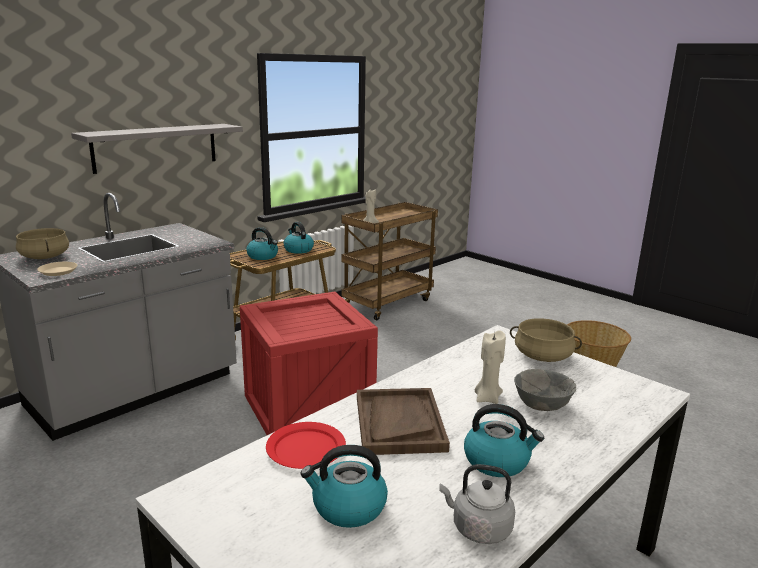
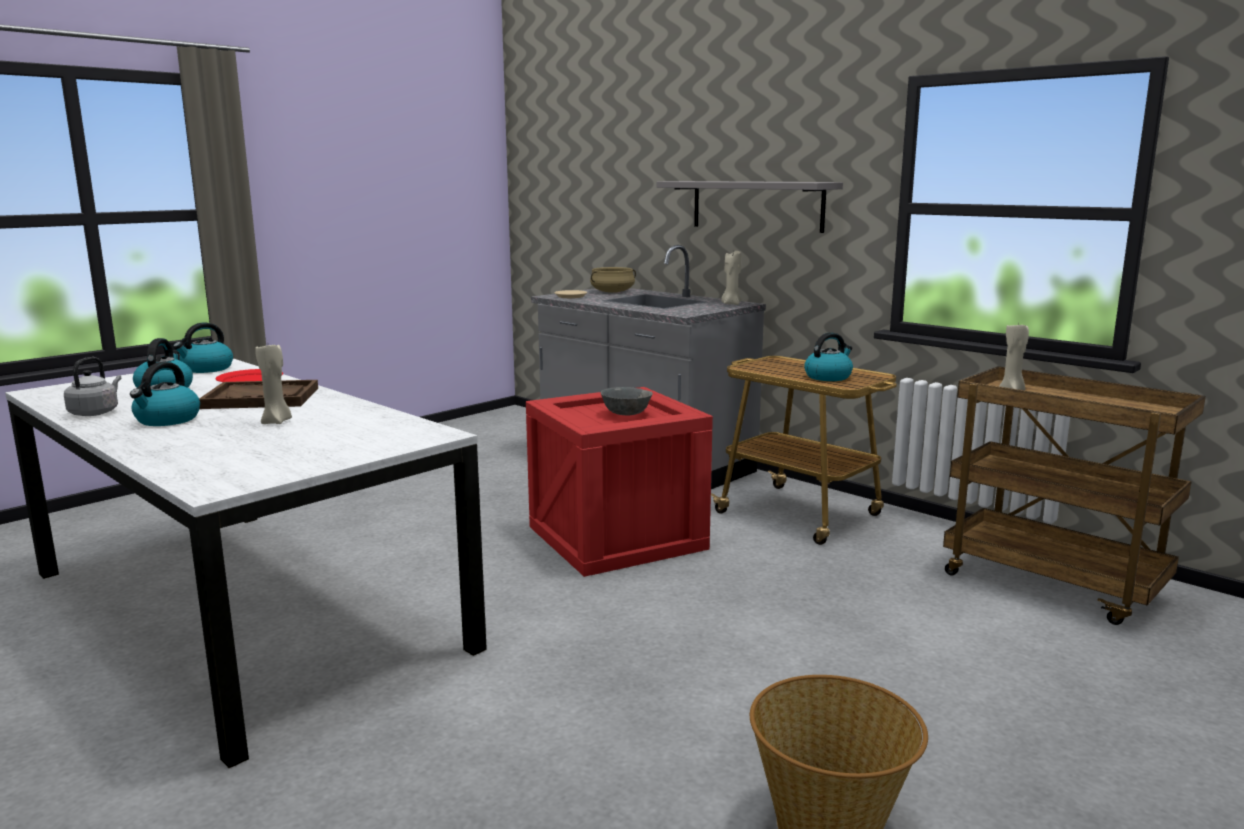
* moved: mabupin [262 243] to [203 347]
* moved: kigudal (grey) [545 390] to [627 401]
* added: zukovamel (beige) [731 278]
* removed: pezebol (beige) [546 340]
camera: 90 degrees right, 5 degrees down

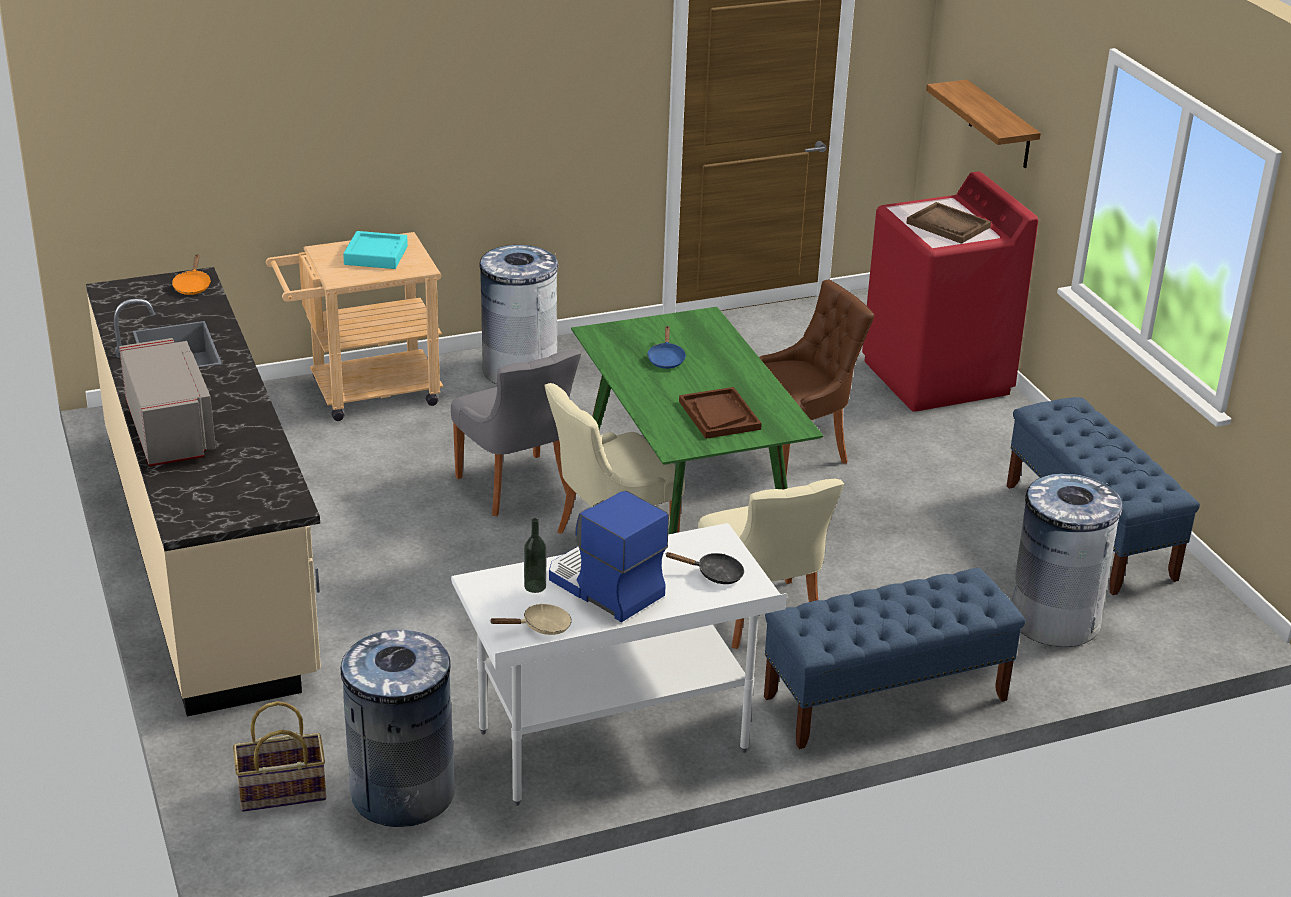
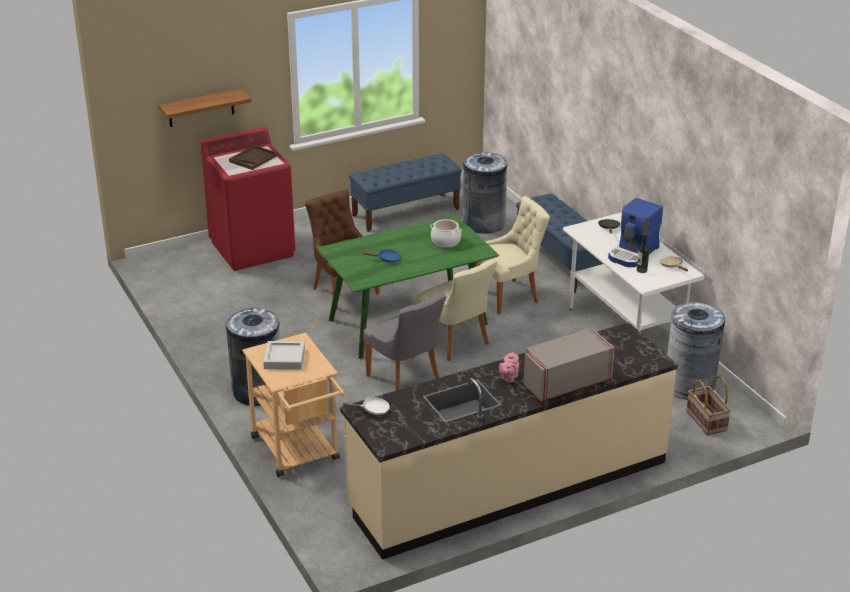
* recoloured: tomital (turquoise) [375 250] to tomital (grey) [284 355]
* recoloured: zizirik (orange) [191 274] to zizirik (white) [366 406]
* turned: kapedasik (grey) [516 433] = [404 342] 90 degrees clockwise
* replaced: tomital (brown) [720 413] to pezebol [446 233]
* added: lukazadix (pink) [509 367]
camera: 95 degrees left, 0 degrees up

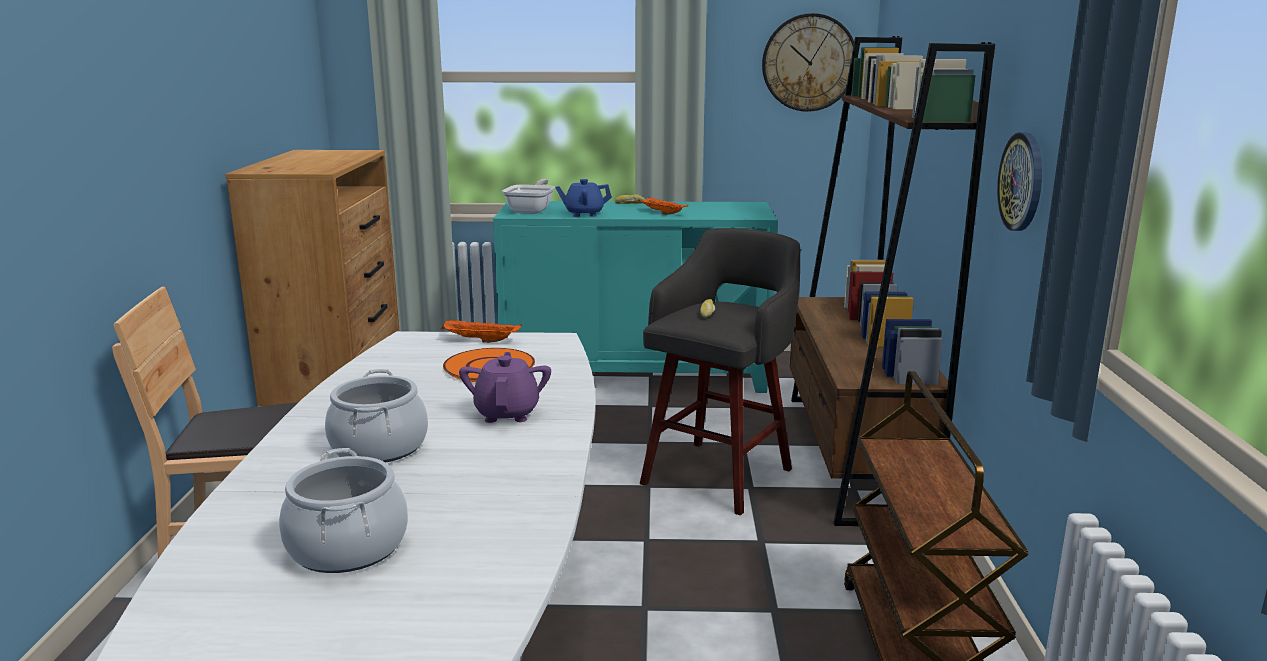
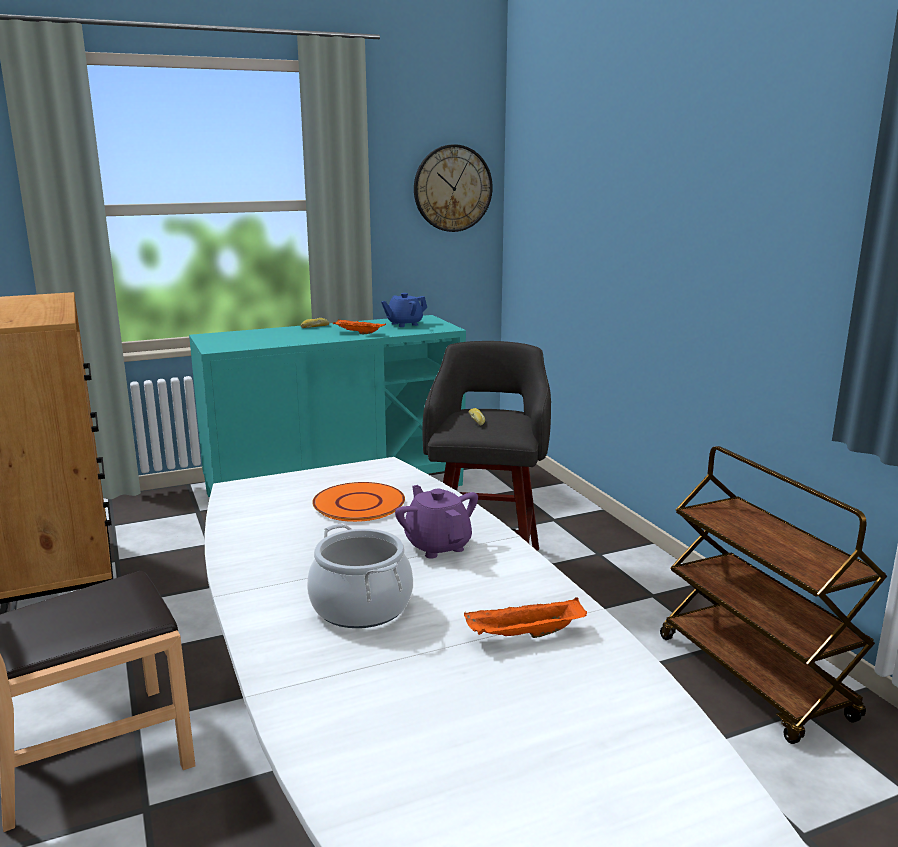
* moved: lukazadix (blue) [583 198] to [404 310]
* moved: tomital (orange) [481 331] to [525 617]
* removed: pezebol [343 510]
* removed: zizirik [528 196]
* removed: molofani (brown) [892 281]
* removed: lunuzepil [1019 181]
camera: 25 degrees left, 0 degrees up

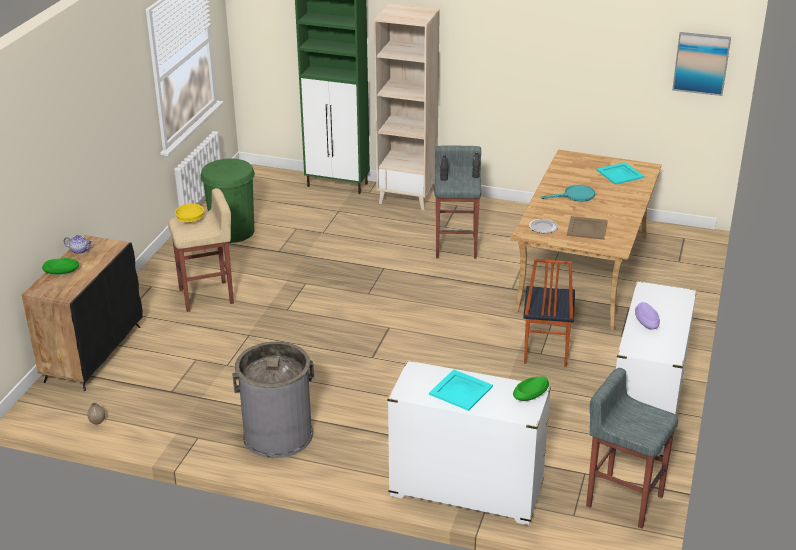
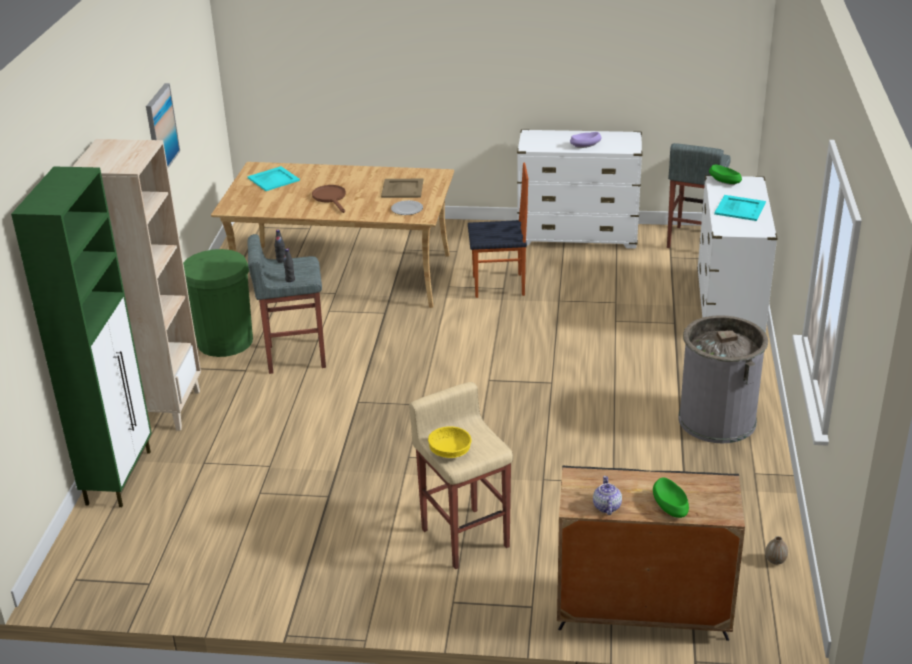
* moved: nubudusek [701 64] to [163 125]
* moved: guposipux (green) [227 200] to [218 303]
* recoloured: zizirik (turquoise) [568 193] to zizirik (brown) [329 199]
camera: 100 degrees left, 0 degrees up

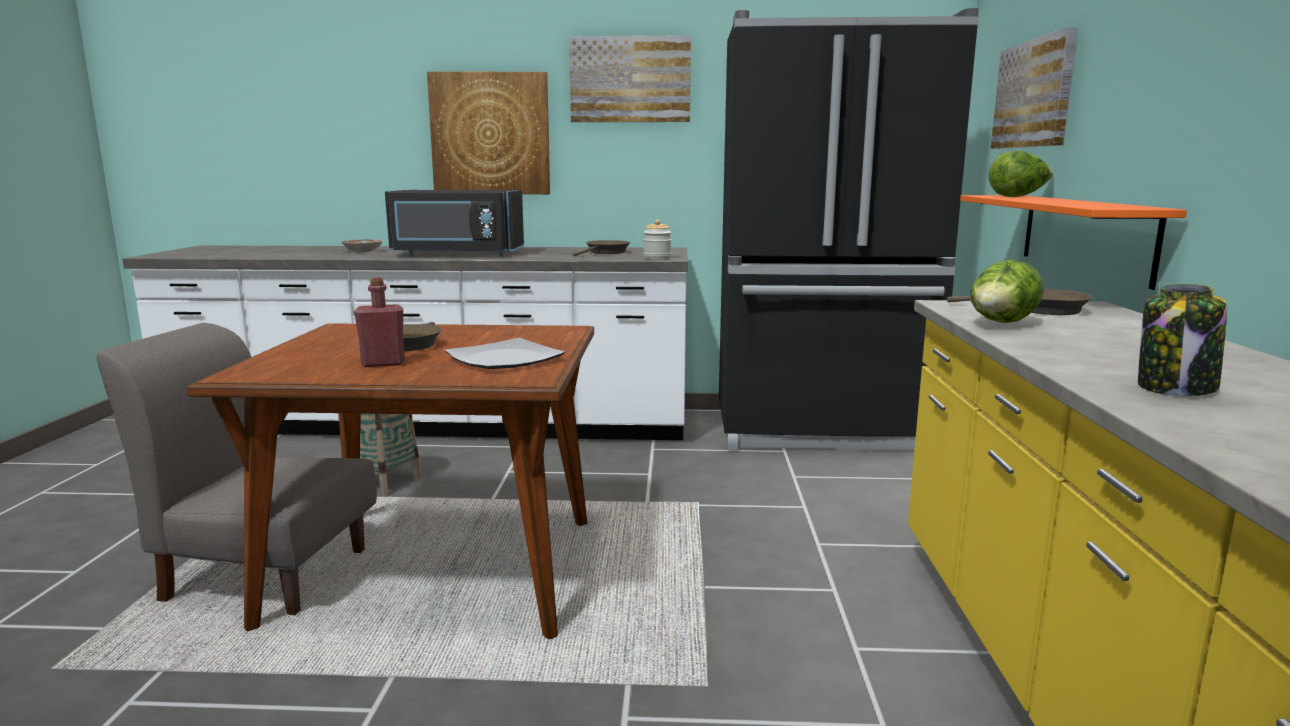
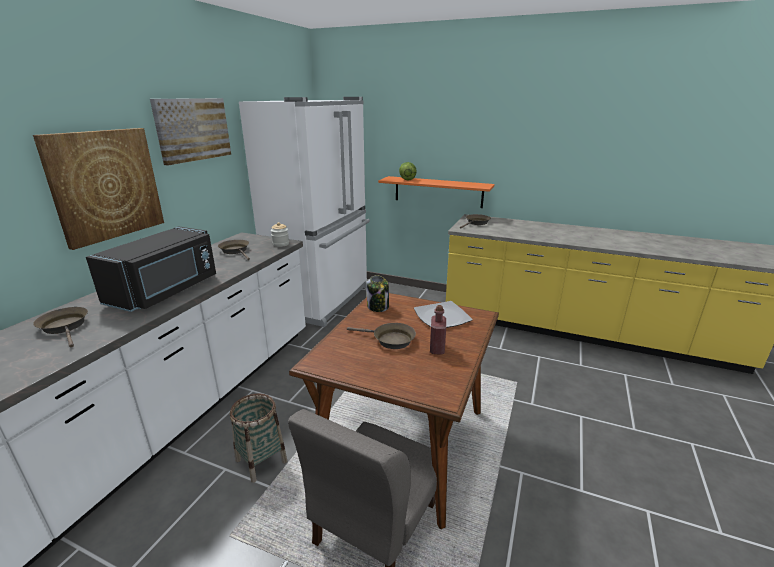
* replaced: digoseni [362 245] to zizirik (brown) [60 327]
* recoloured: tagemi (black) [849 229] to tagemi (white) [304 212]
* moved: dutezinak [1182 340] to [377 293]
* removed: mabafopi [1007 291]
* removed: nubudusek [1034 88]
camera: 70 degrees left, 10 degrees up

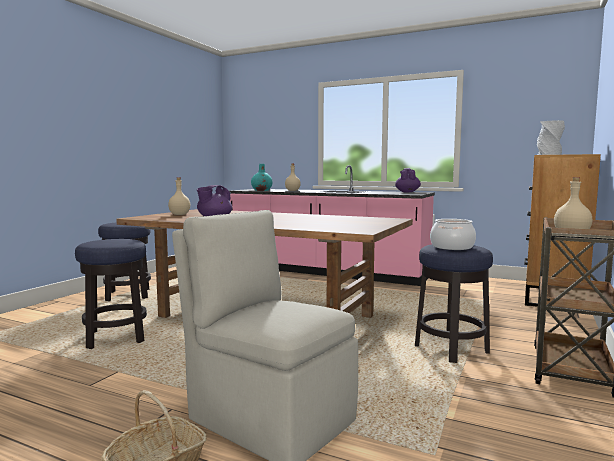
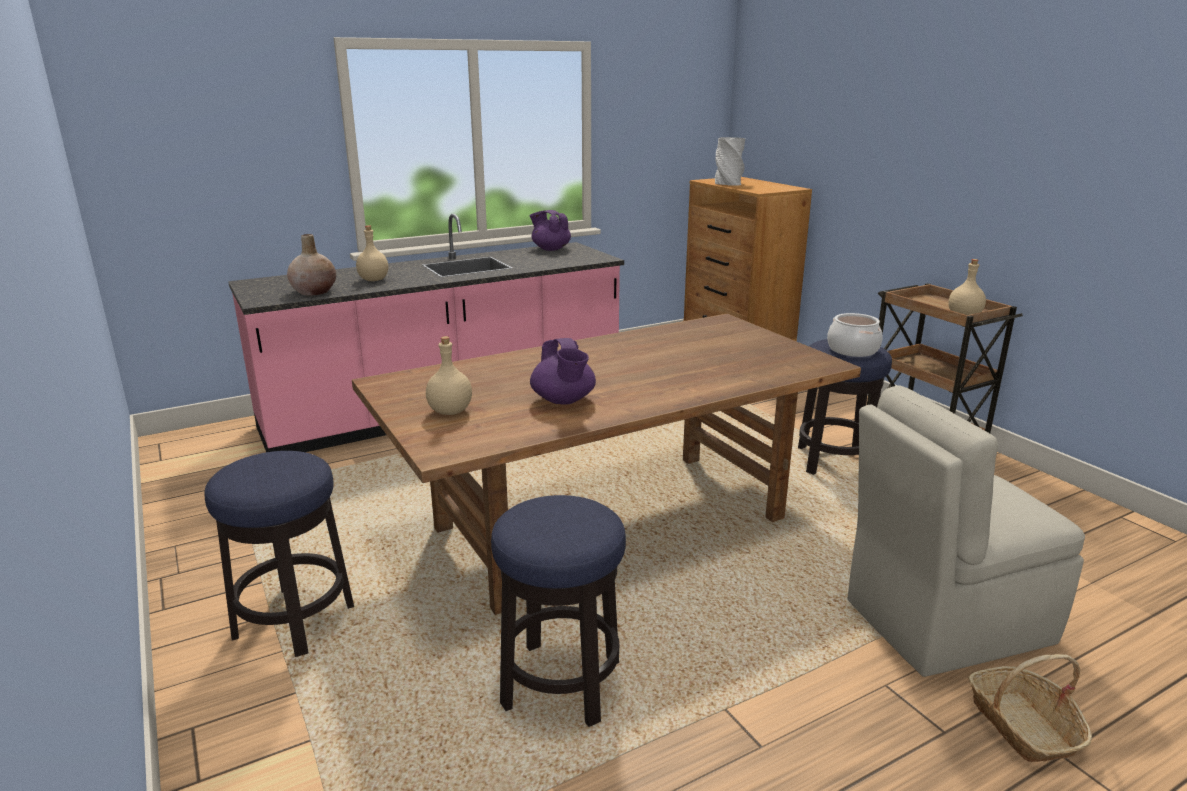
* recoloured: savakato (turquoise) [262 177] to savakato (beige) [311 265]
camera: 55 degrees left, 15 degrees up

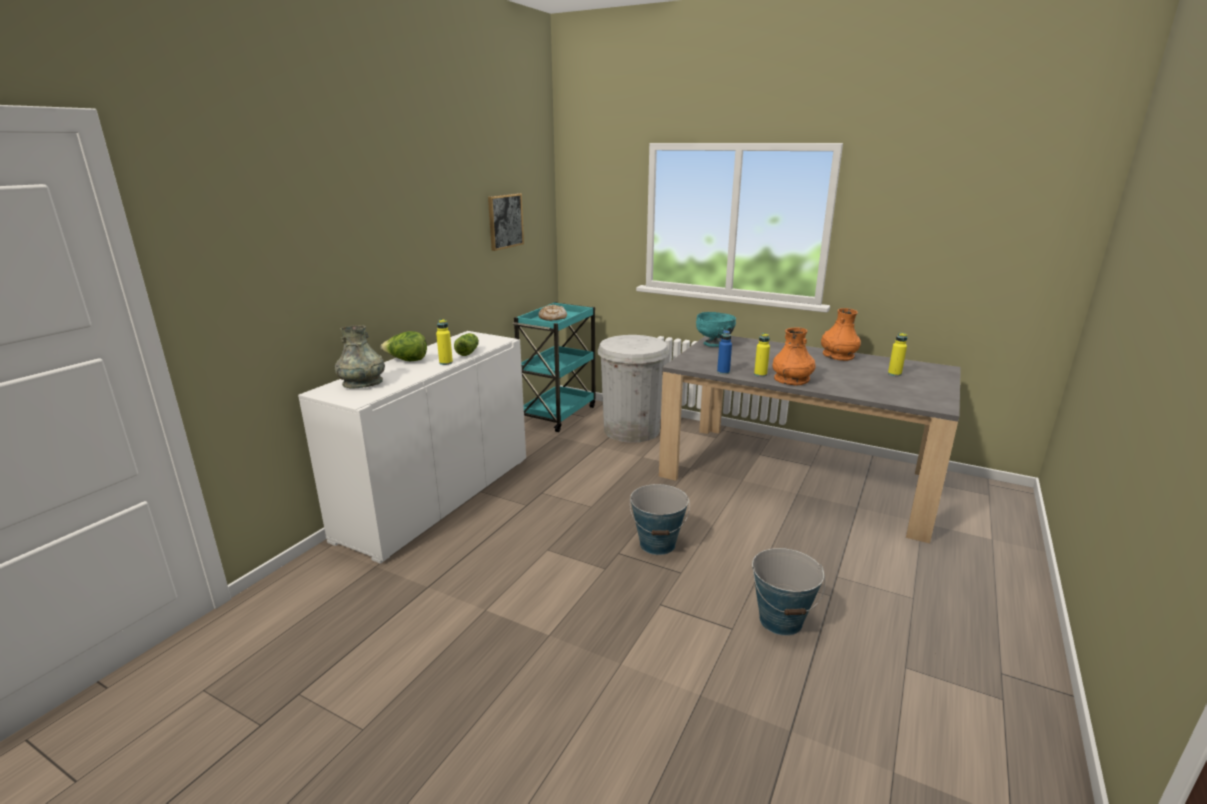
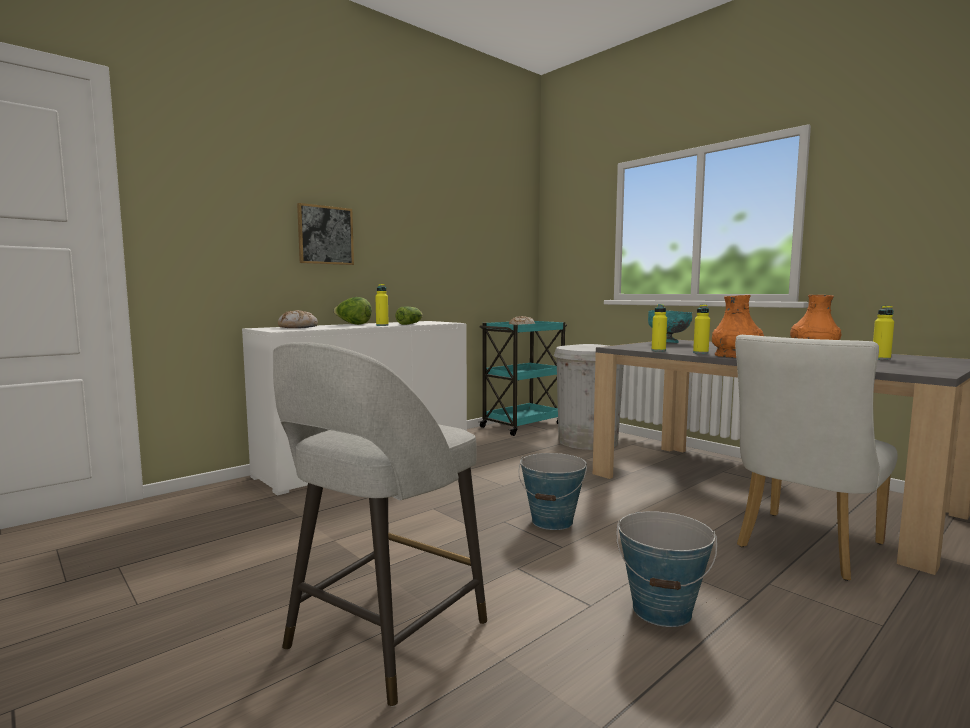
* added: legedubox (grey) [380 524]
* replaced: savakato (grey) [360 356] to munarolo [298 319]
* moved: nubudusek [506 222] to [325 234]
* recoloured: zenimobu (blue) [724 352] to zenimobu (yellow) [659 328]
* added: kapedasik (white) [816 458]
camera: 20 degrees right, 15 degrees down

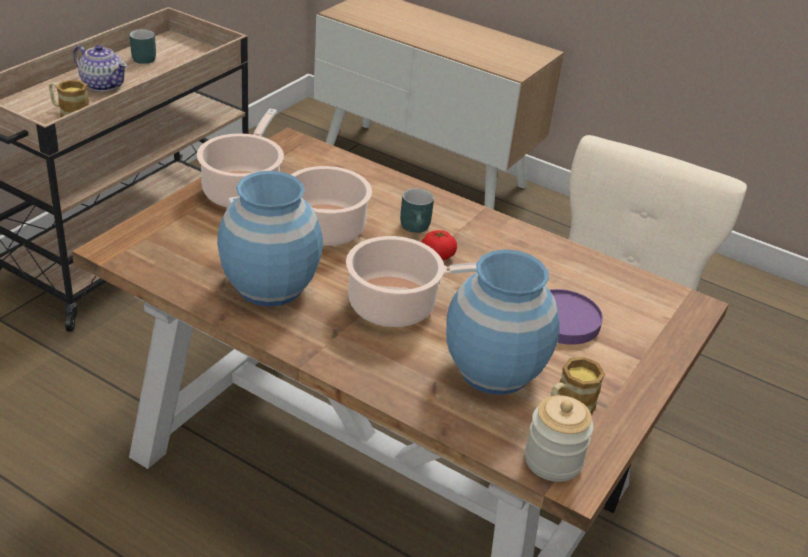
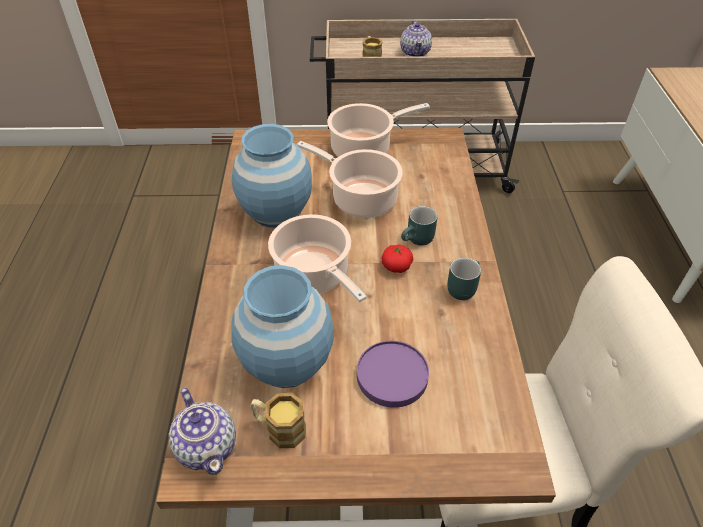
* replaced: dutezinak [559 438] to lukazadix [202 431]
* moved: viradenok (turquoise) [143 46] to [464 279]
camera: 60 degrees right, 10 degrees up

